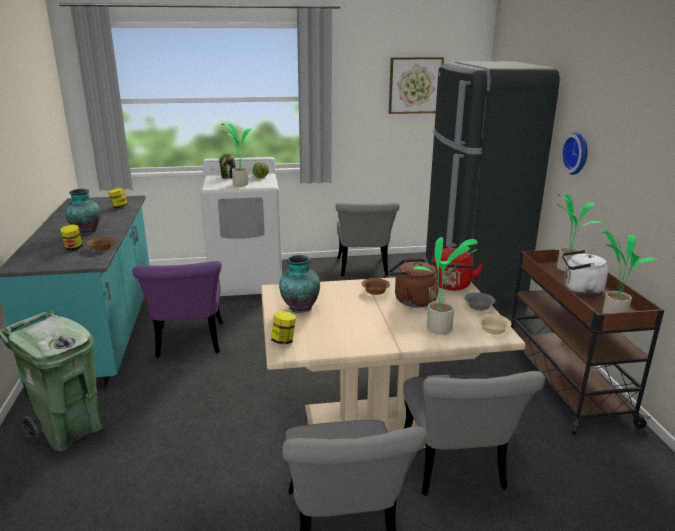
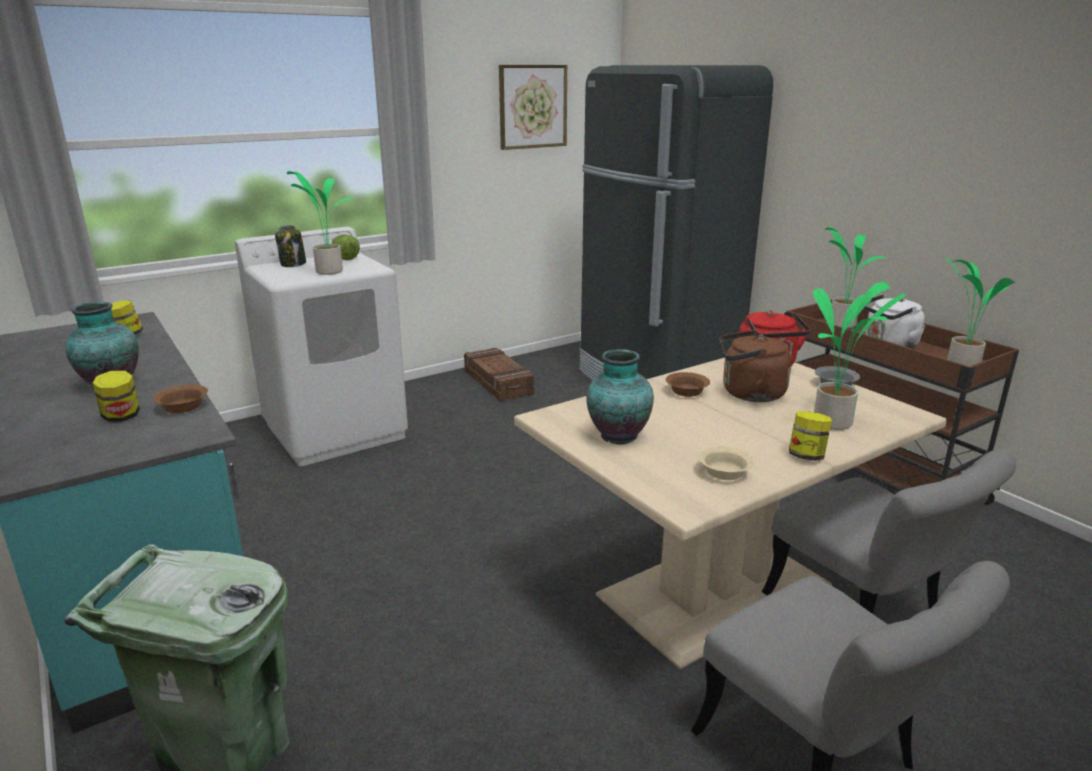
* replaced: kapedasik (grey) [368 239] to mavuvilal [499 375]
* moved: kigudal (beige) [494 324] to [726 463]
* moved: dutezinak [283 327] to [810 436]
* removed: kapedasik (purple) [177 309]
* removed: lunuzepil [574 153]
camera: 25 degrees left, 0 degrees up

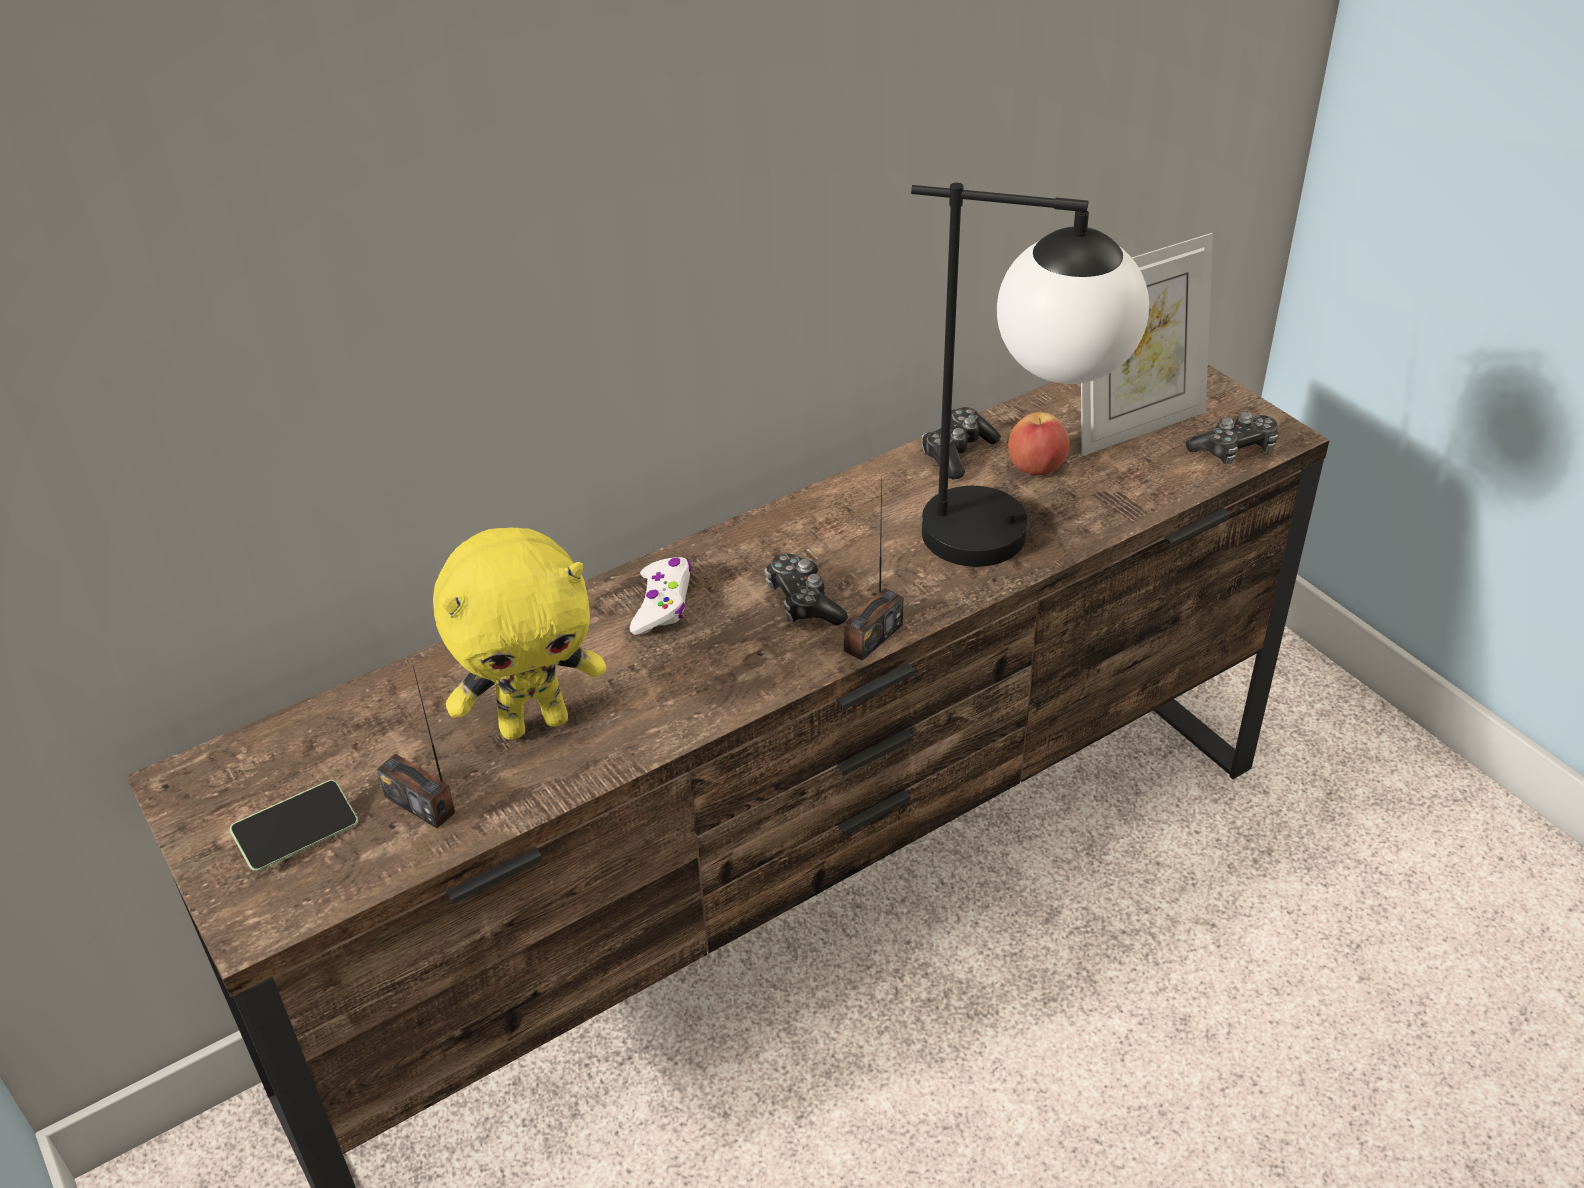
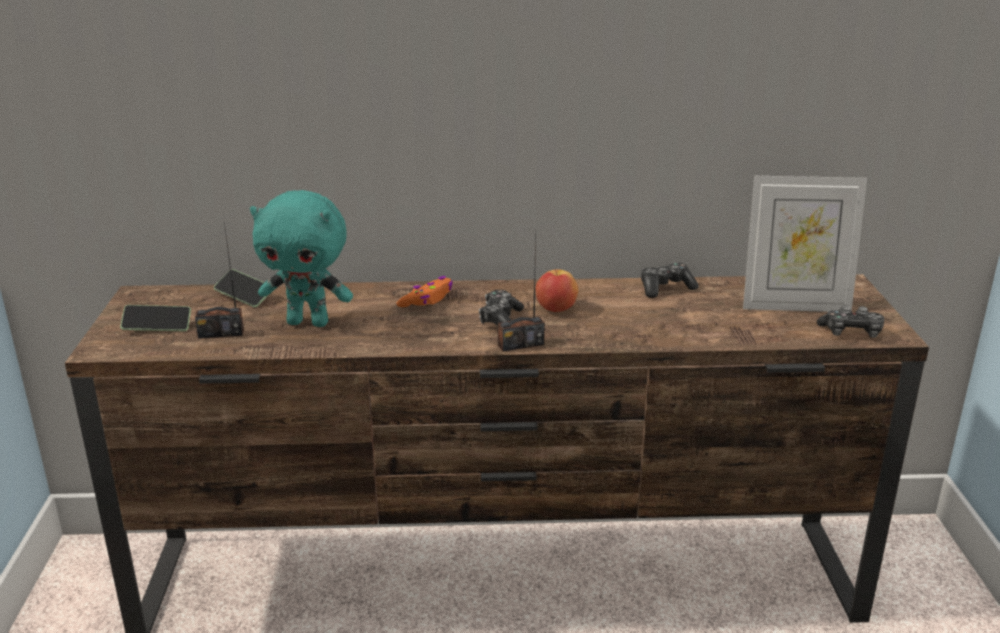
* turned: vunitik [416 747] = [219 280] 75 degrees counterclockwise
* added: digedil [241 288]
* recoloured: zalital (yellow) [519 634] to zalital (turquoise) [301 258]
* recoloured: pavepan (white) [661 596] to pavepan (orange) [424 291]
* moved: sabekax [1039 443] to [557 290]
* removed: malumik [1030 375]
camera: 30 degrees right, 15 degrees down

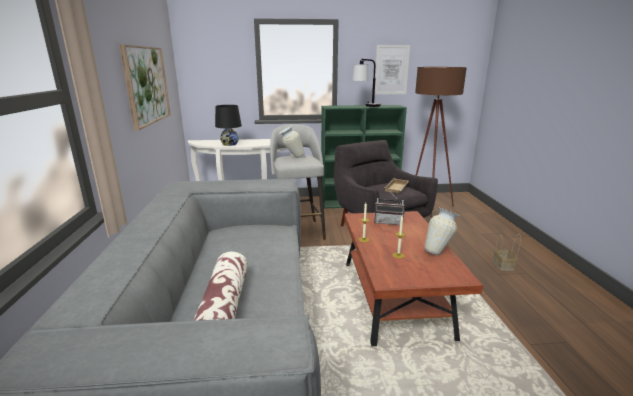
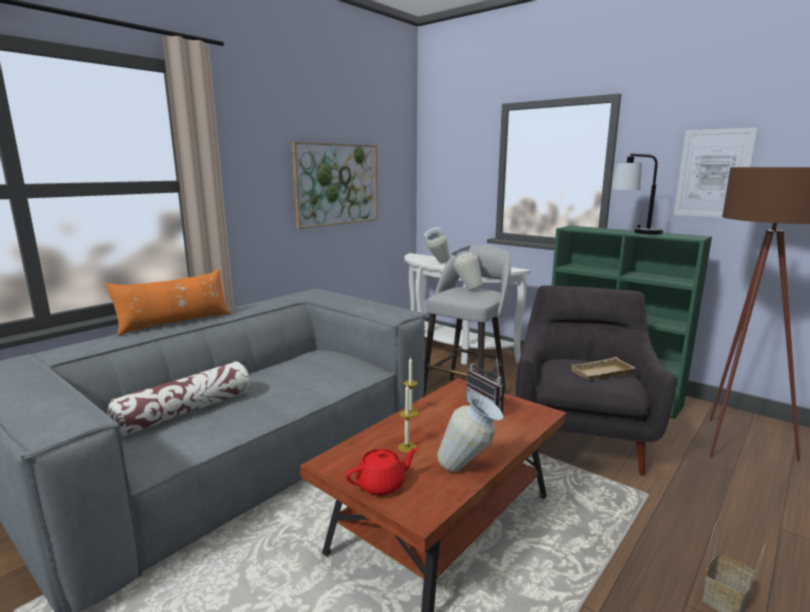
* added: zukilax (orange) [167 303]
* added: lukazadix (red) [382 472]
* replaced: malumik (black) [228 125] to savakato [437 245]
camera: 45 degrees right, 5 degrees down

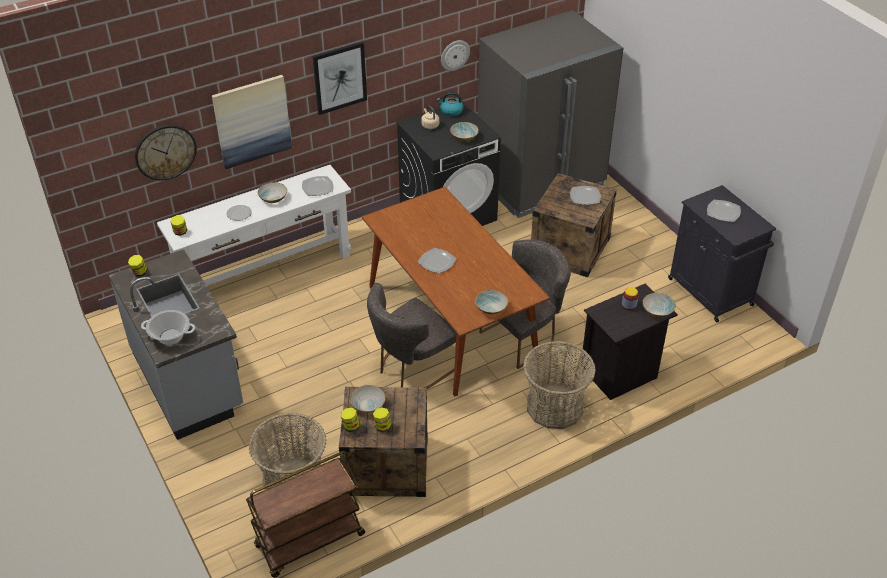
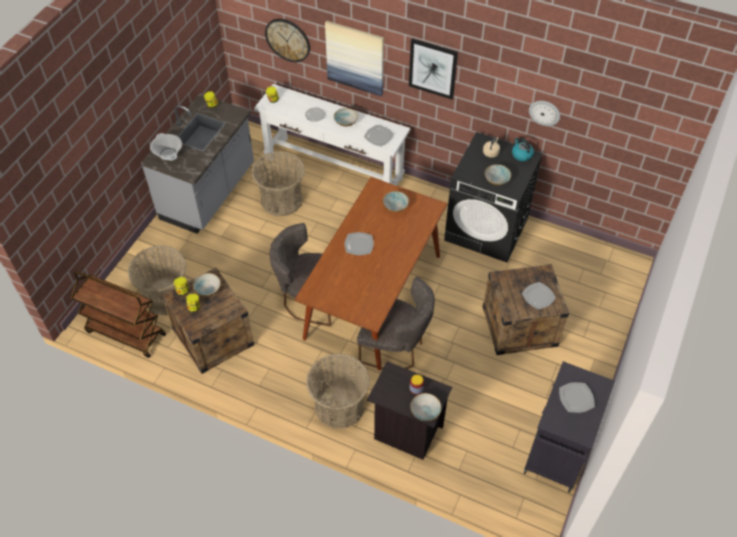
* added: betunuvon [278 183]
* moved: kigudal [491 302] to [396 201]
* removed: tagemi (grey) [550 114]
camera: 55 degrees right, 10 degrees up

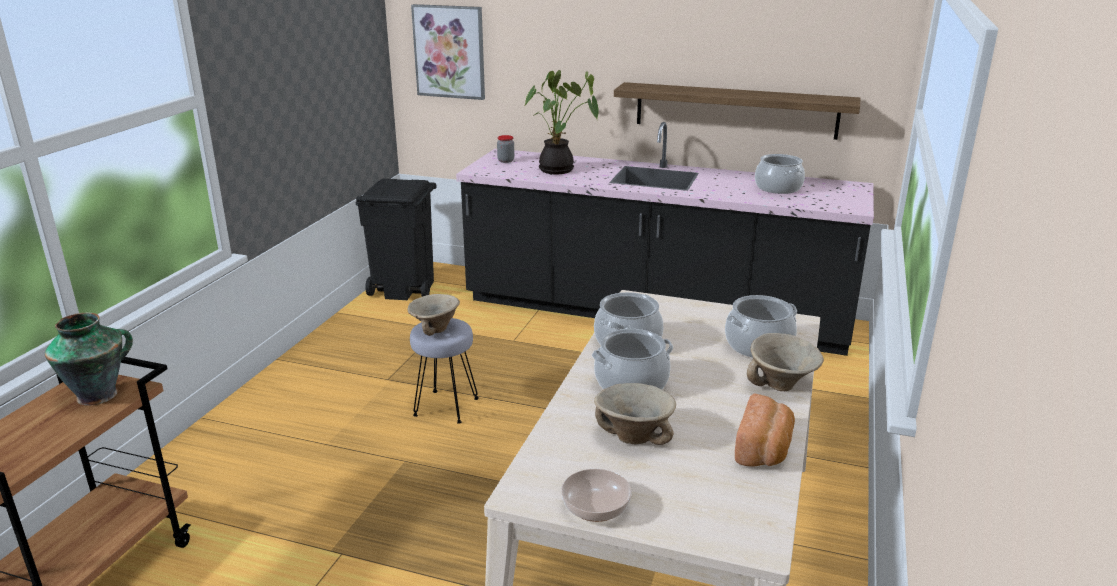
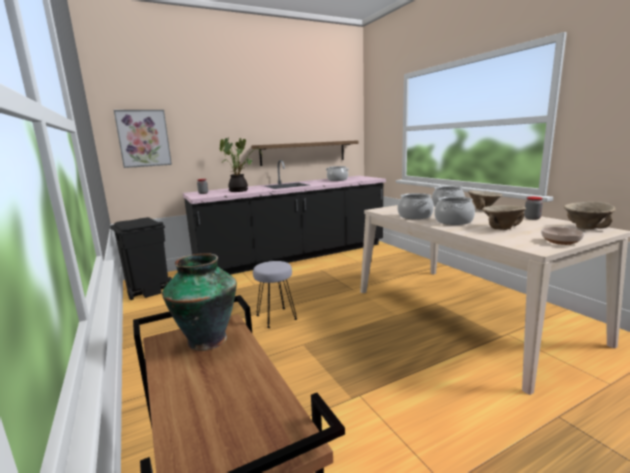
* replaced: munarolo [765 430] to dutezinak [533 208]
* moved: kigudal (beige) [434 315] to [590 215]
camera: 45 degrees left, 10 degrees down

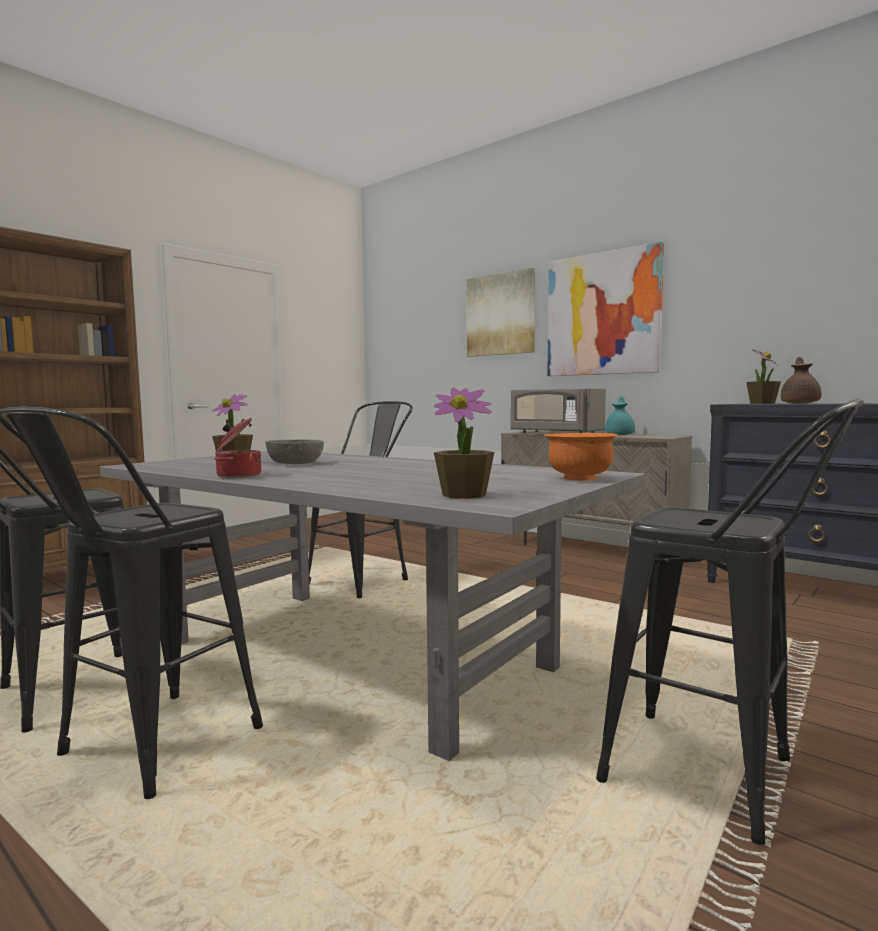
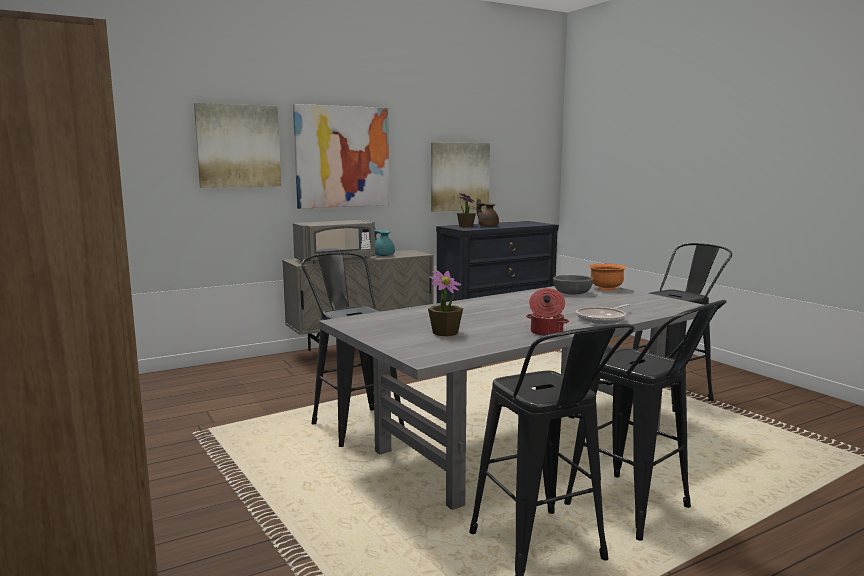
* added: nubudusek [460 177]
* moved: kigudal (grey) [294 452] to [573 285]
* added: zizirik [603 314]
* removed: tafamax [464 443]
camera: 70 degrees left, 5 degrees up

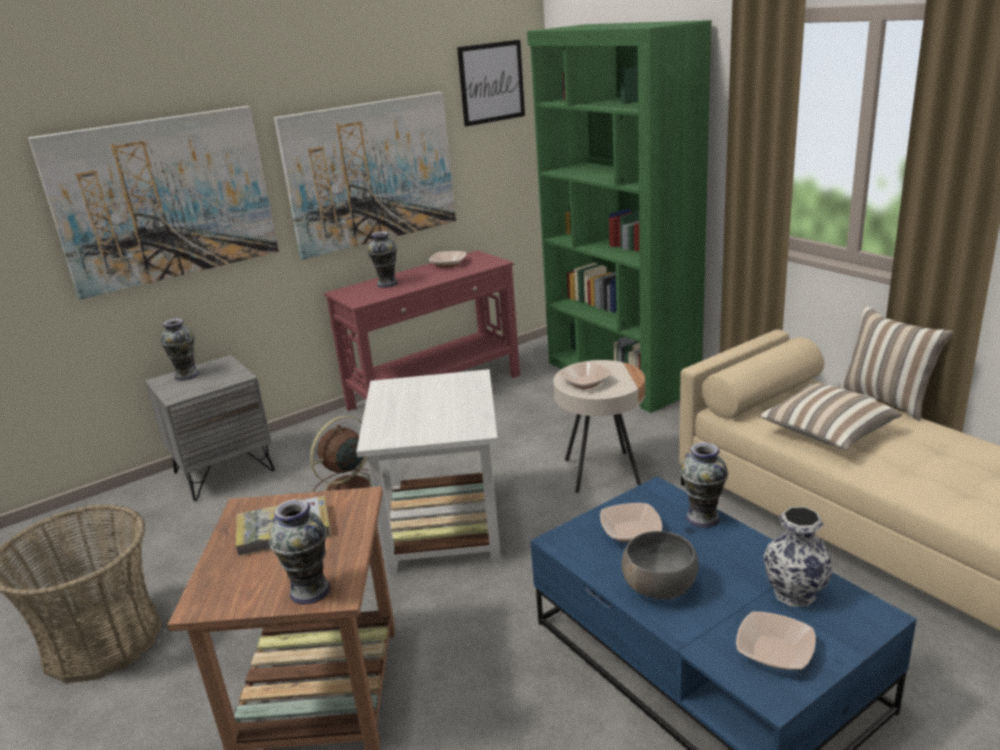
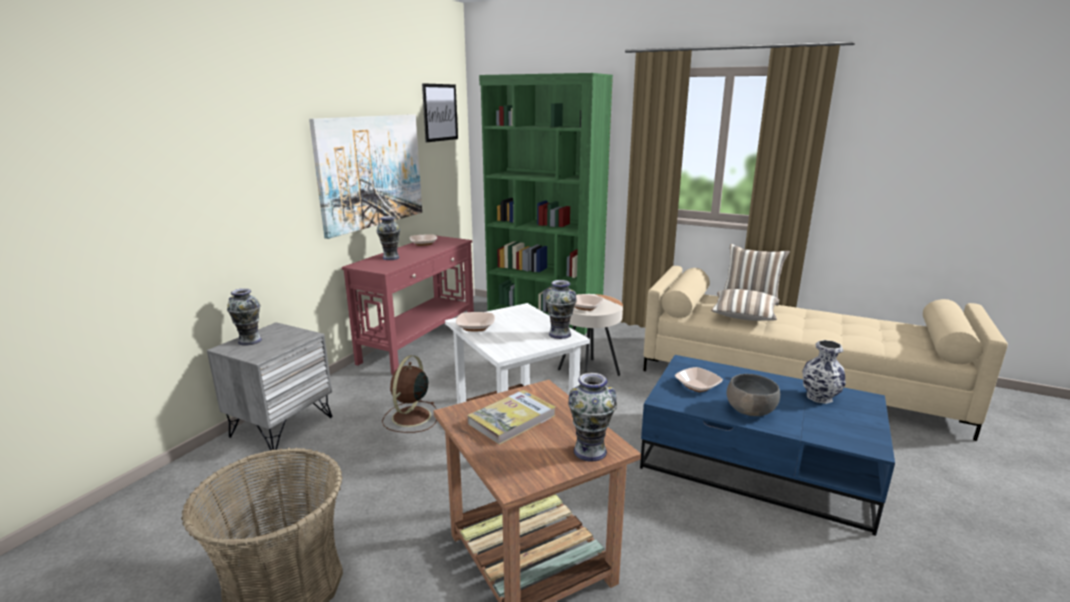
* moved: kigudal [776 641] to [475 322]
* moved: savakato [704 485] to [561 309]
* removed: nubudusek [153 203]
camera: 30 degrees left, 5 degrees down

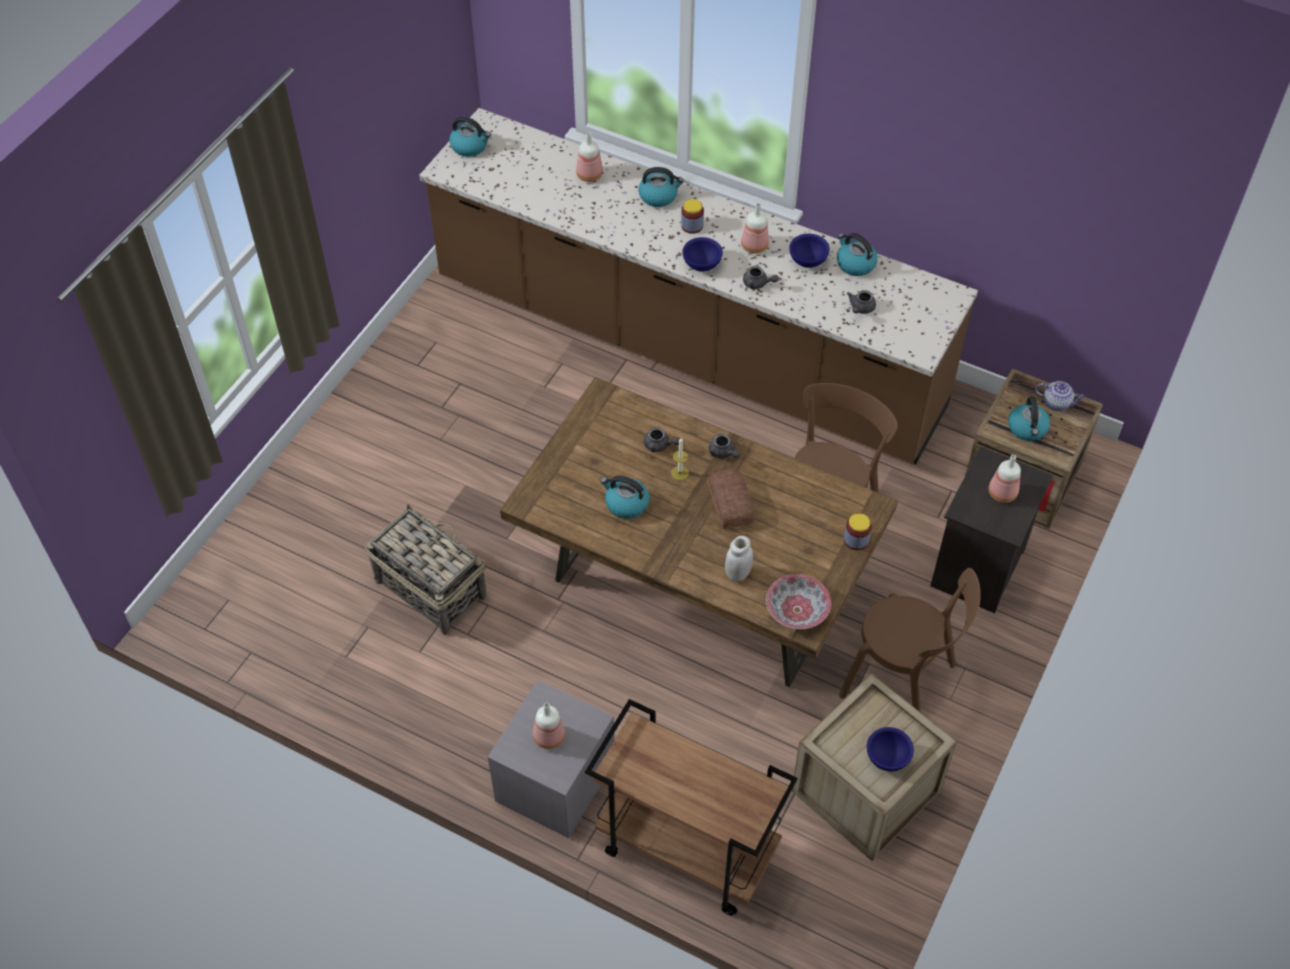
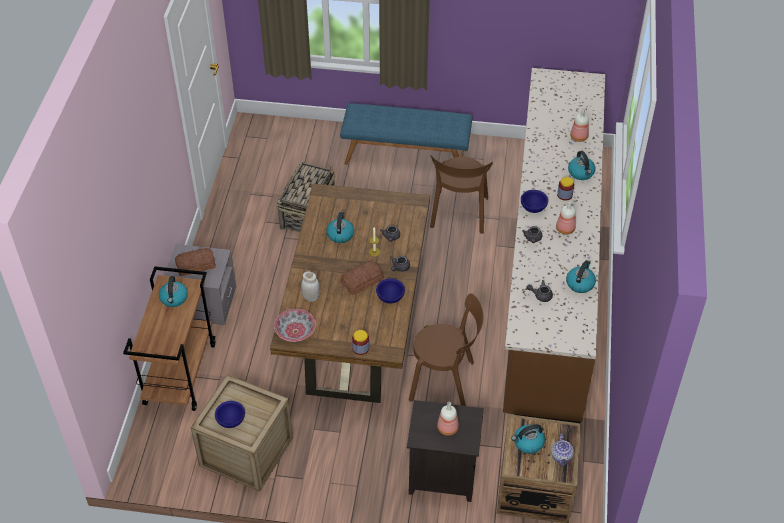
* moved: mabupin [470 137] to [173 291]
* replaced: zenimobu [549 726] to munarolo [195 262]
* added: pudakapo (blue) [406 134]
* moved: kigudal (blue) [809 251] to [390 291]
* moved: kapedasik (brown) [910 640] to [461 194]
camera: 70 degrees right, 5 degrees down

